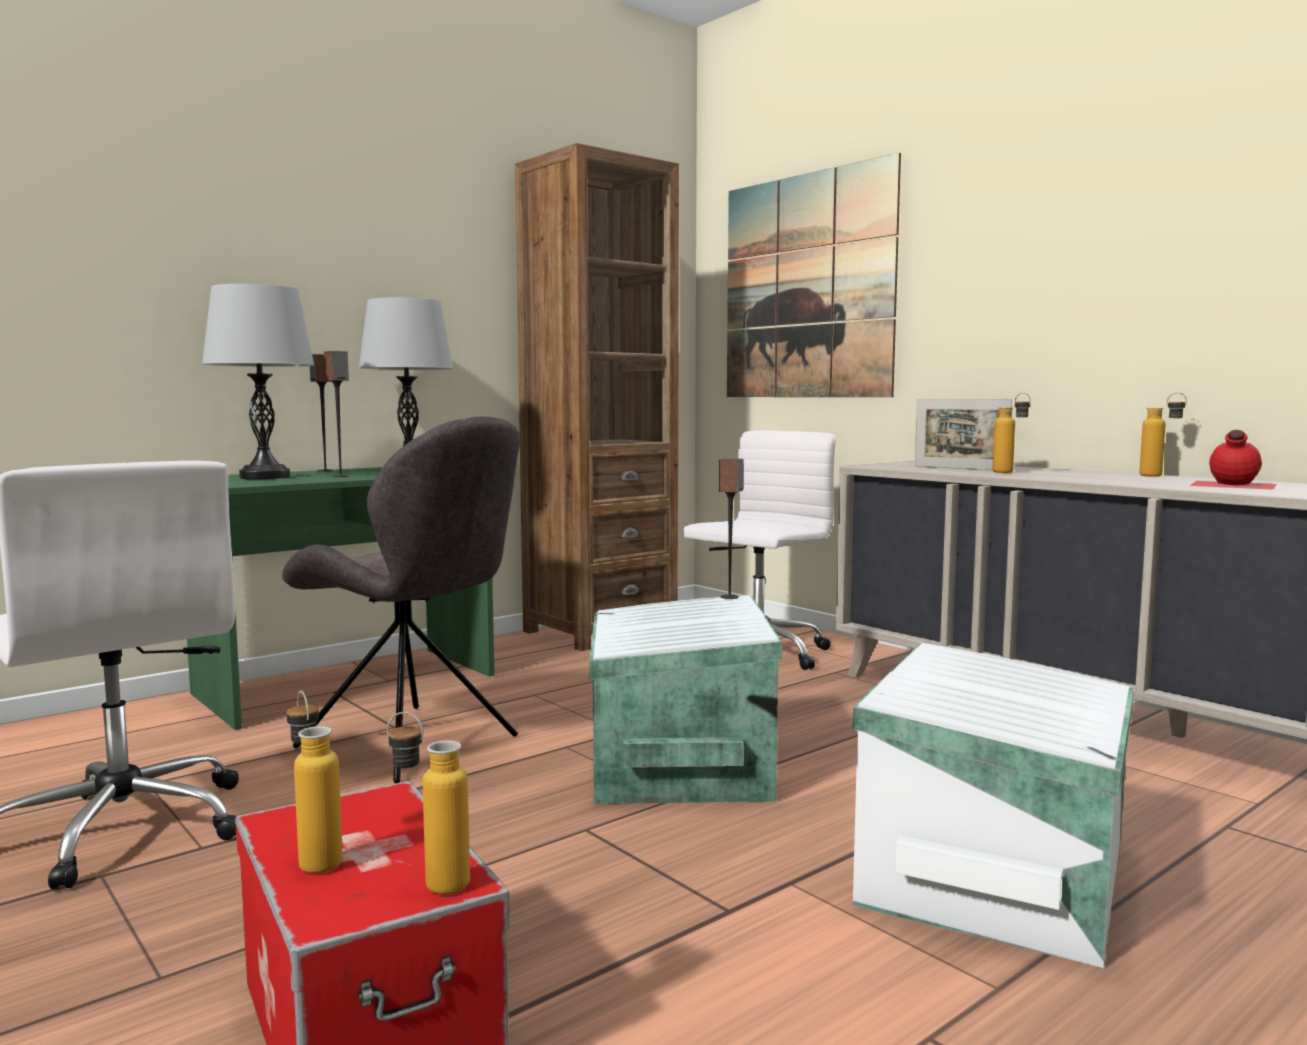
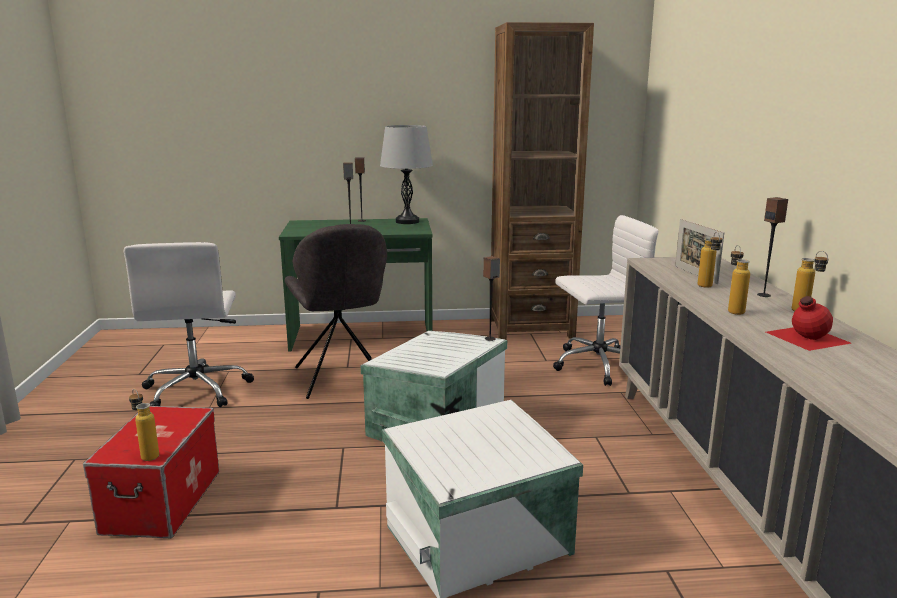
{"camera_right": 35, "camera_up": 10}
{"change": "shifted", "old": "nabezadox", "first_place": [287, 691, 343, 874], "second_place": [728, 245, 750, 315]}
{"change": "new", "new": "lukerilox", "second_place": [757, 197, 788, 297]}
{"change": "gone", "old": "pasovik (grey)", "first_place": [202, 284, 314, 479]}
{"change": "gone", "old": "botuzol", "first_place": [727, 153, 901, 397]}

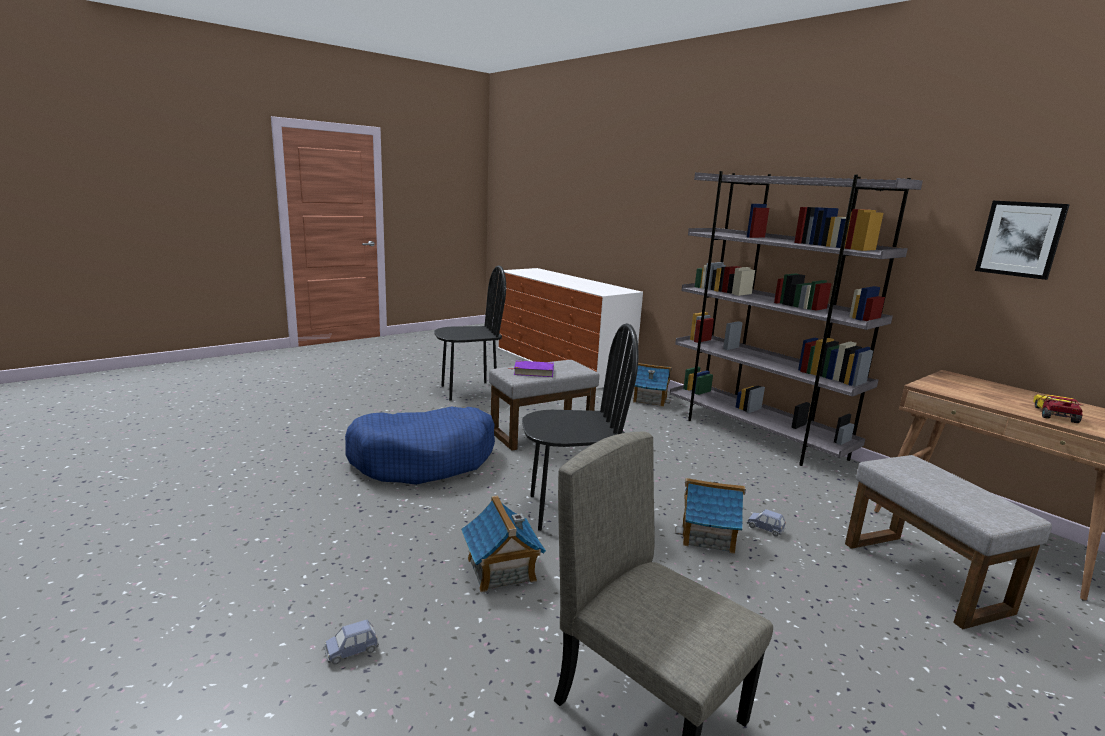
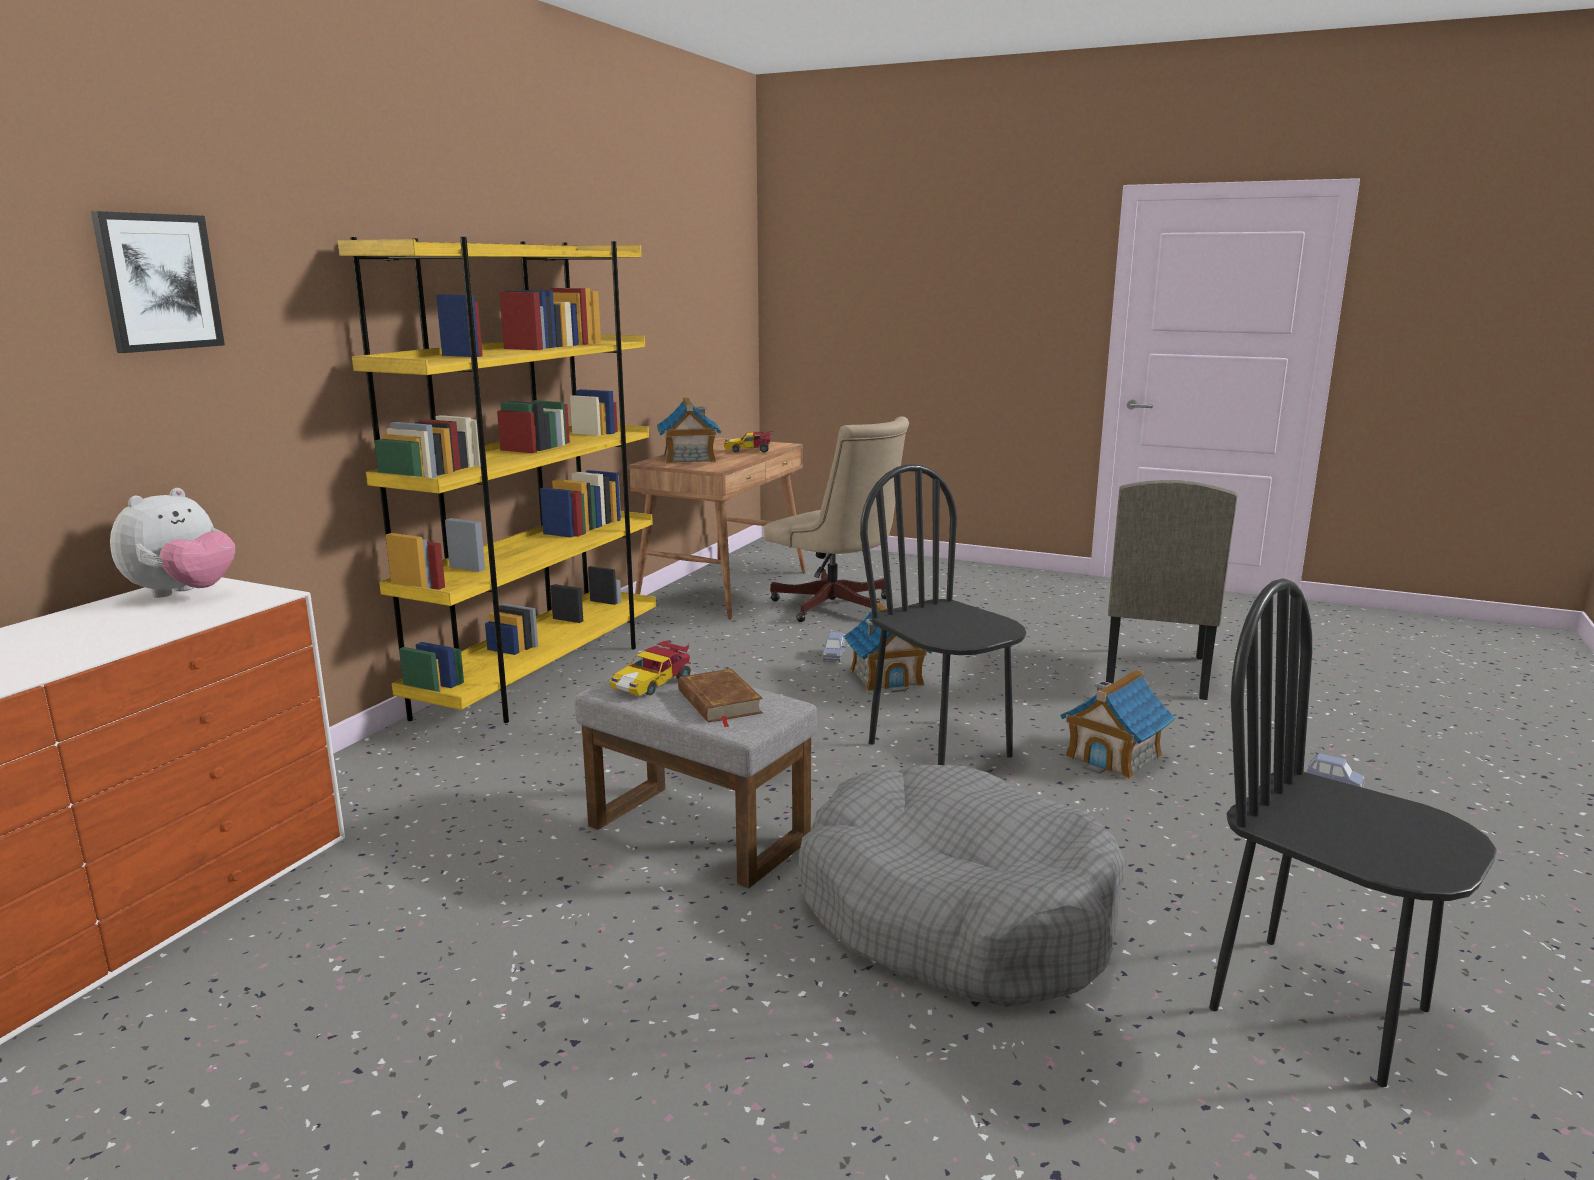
{"camera_right": -115, "camera_up": 0}
{"change": "shifted", "old": "botuzol", "first_place": [975, 201, 1070, 280], "second_place": [91, 211, 225, 353]}
{"change": "new", "new": "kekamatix", "second_place": [110, 488, 235, 598]}
{"change": "repainted", "old": "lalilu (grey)", "new": "lalilu (yellow)", "first_place": [670, 171, 923, 466], "second_place": [338, 237, 656, 723]}
{"change": "new", "new": "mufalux", "second_place": [609, 640, 691, 696]}
{"change": "shifted", "old": "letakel", "first_place": [633, 363, 672, 407], "second_place": [657, 397, 721, 464]}
{"change": "repainted", "old": "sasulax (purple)", "new": "sasulax (brown)", "first_place": [509, 361, 554, 377], "second_place": [678, 669, 763, 727]}
{"change": "swapped", "old": "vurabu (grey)", "new": "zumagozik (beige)", "first_place": [845, 455, 1052, 629], "second_place": [764, 416, 909, 622]}
{"change": "repainted", "old": "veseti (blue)", "new": "veseti (grey)", "first_place": [345, 407, 495, 485], "second_place": [798, 765, 1126, 1007]}
{"change": "shifted", "old": "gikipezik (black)", "first_place": [434, 266, 506, 400], "second_place": [1209, 578, 1497, 1087]}

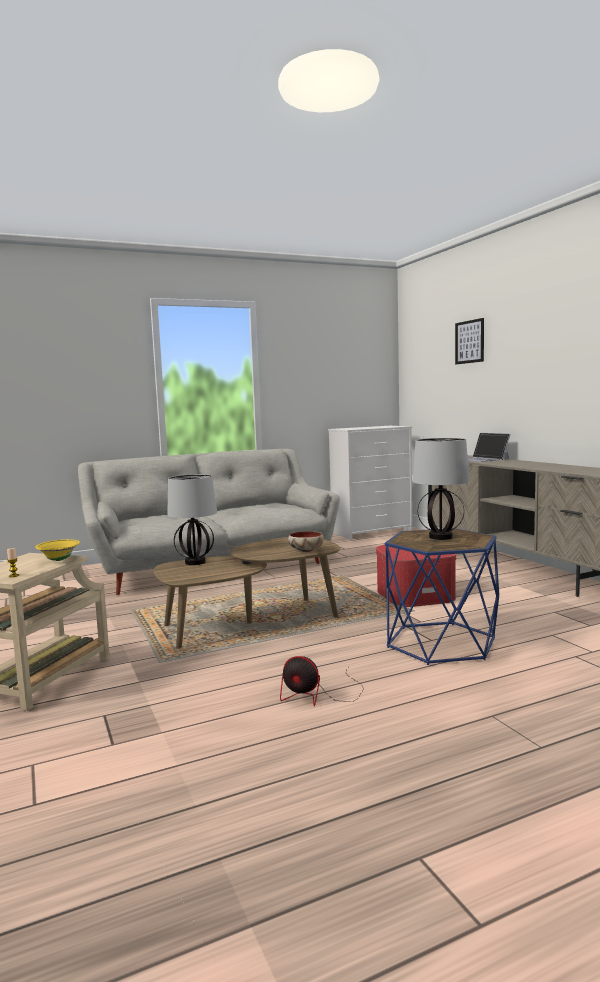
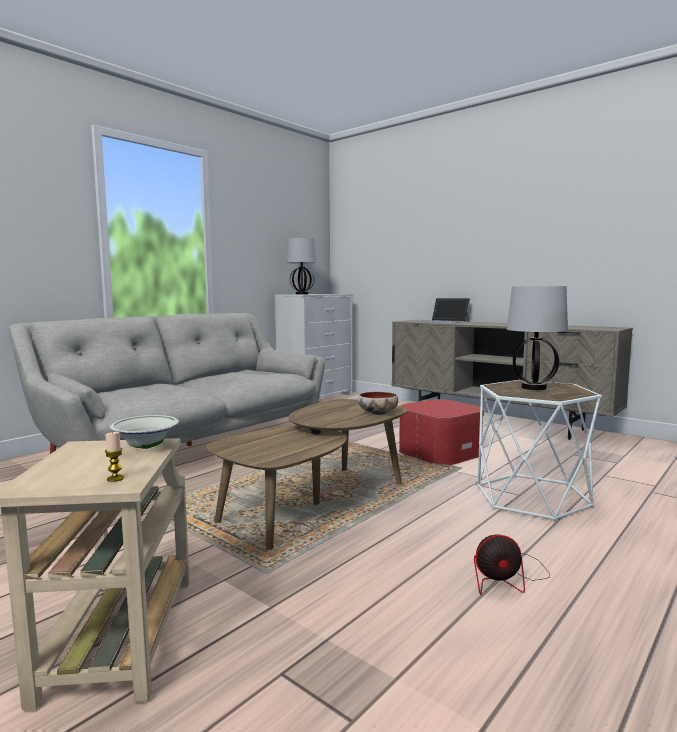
{"camera_right": -25, "camera_up": 0}
{"change": "repainted", "old": "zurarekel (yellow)", "new": "zurarekel (white)", "first_place": [35, 539, 80, 561], "second_place": [110, 415, 179, 449]}
{"change": "shifted", "old": "pasovik", "first_place": [167, 474, 217, 565], "second_place": [286, 238, 317, 295]}
{"change": "repainted", "old": "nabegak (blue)", "new": "nabegak (white)", "first_place": [385, 528, 499, 665], "second_place": [477, 380, 602, 521]}
{"change": "gone", "old": "botuzol", "first_place": [455, 318, 484, 364]}

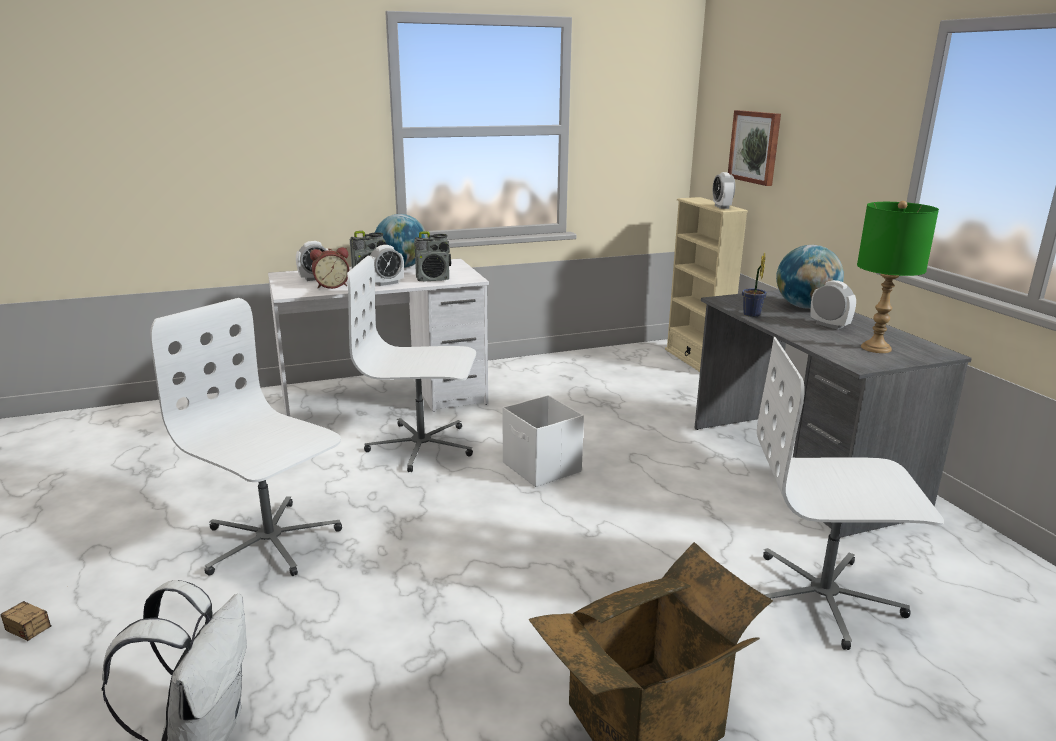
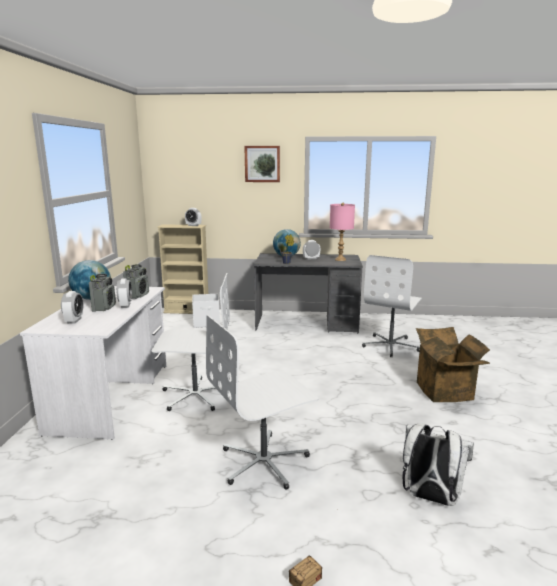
{"camera_right": -65, "camera_up": -5}
{"change": "rotated", "old": "zumagozik (white)", "first_place": [347, 256, 476, 472], "second_place": [152, 273, 230, 411], "degrees": -120}
{"change": "shifted", "old": "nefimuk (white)", "first_place": [503, 395, 584, 487], "second_place": [192, 294, 220, 328]}
{"change": "shifted", "old": "botuzol", "first_place": [728, 110, 781, 186], "second_place": [244, 146, 280, 182]}
{"change": "repainted", "old": "pasovik (green)", "new": "pasovik (pink)", "first_place": [857, 201, 939, 353], "second_place": [330, 203, 355, 261]}
{"change": "gone", "old": "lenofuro", "first_place": [310, 247, 350, 289]}

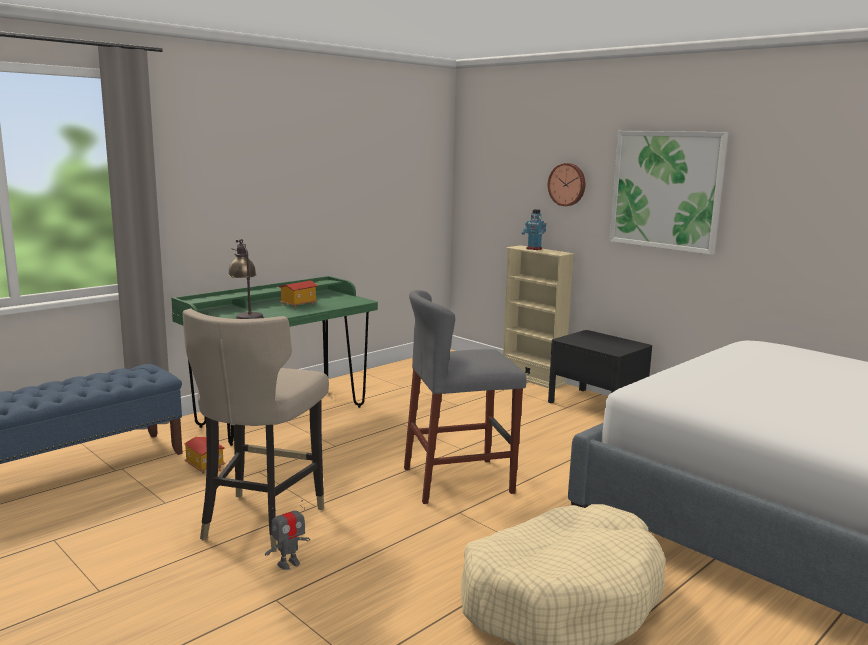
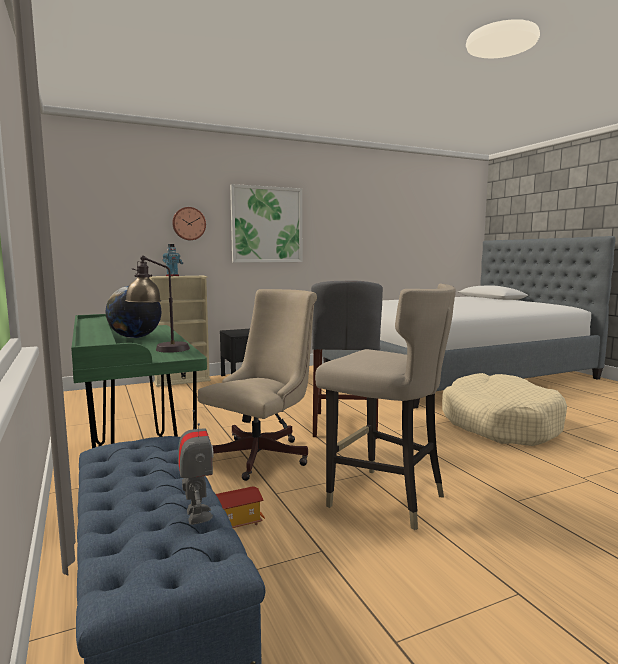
{"camera_right": -70, "camera_up": -5}
{"change": "swapped", "old": "letakel", "new": "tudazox", "first_place": [279, 281, 318, 308], "second_place": [106, 286, 161, 338]}
{"change": "shifted", "old": "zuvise", "first_place": [265, 500, 310, 570], "second_place": [178, 410, 214, 525]}
{"change": "new", "new": "zumagozik (beige)", "second_place": [198, 289, 317, 481]}

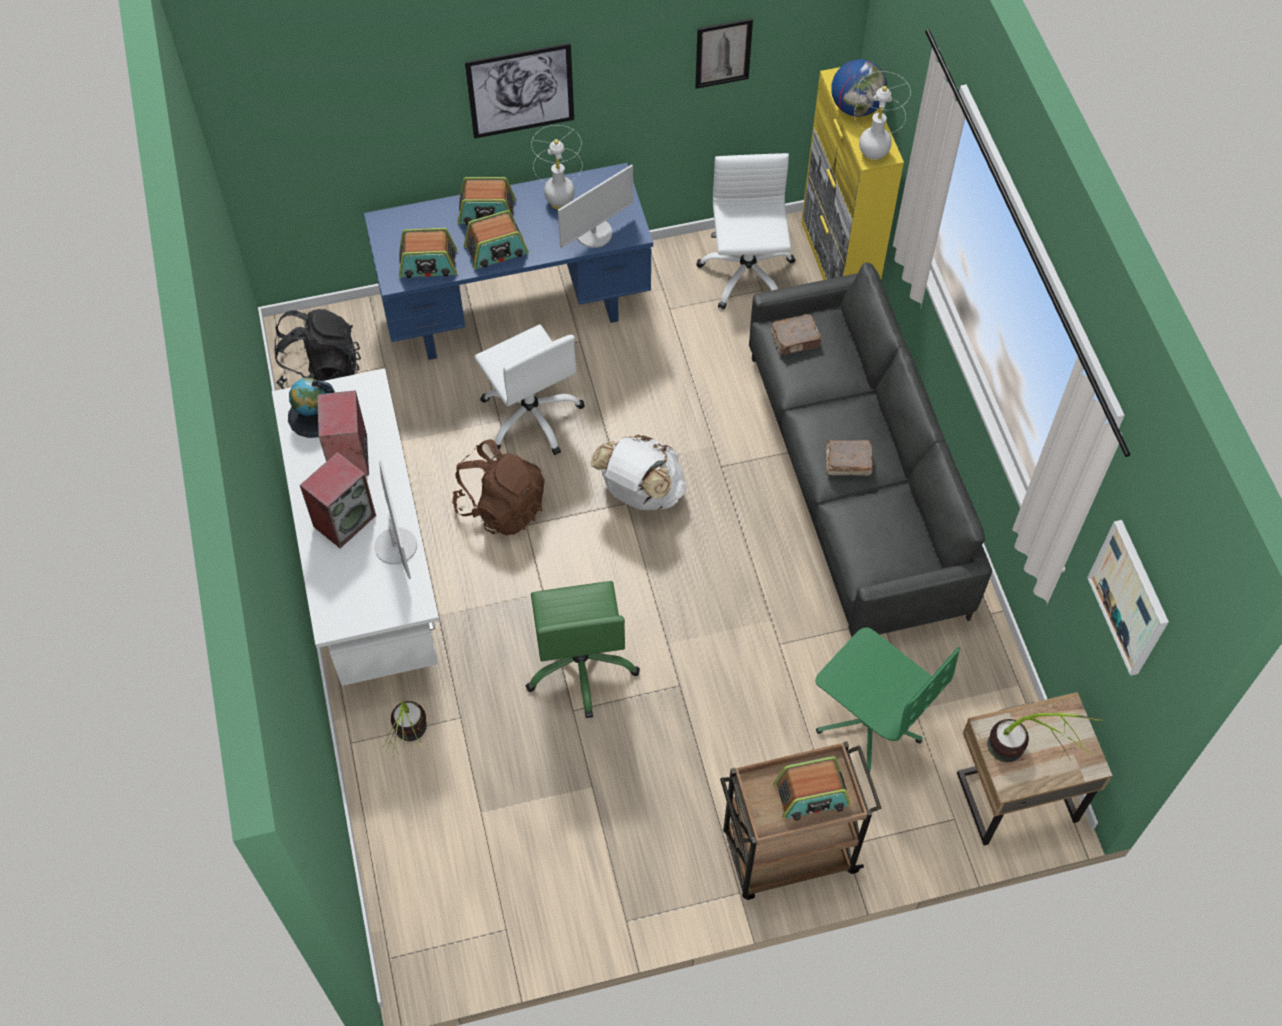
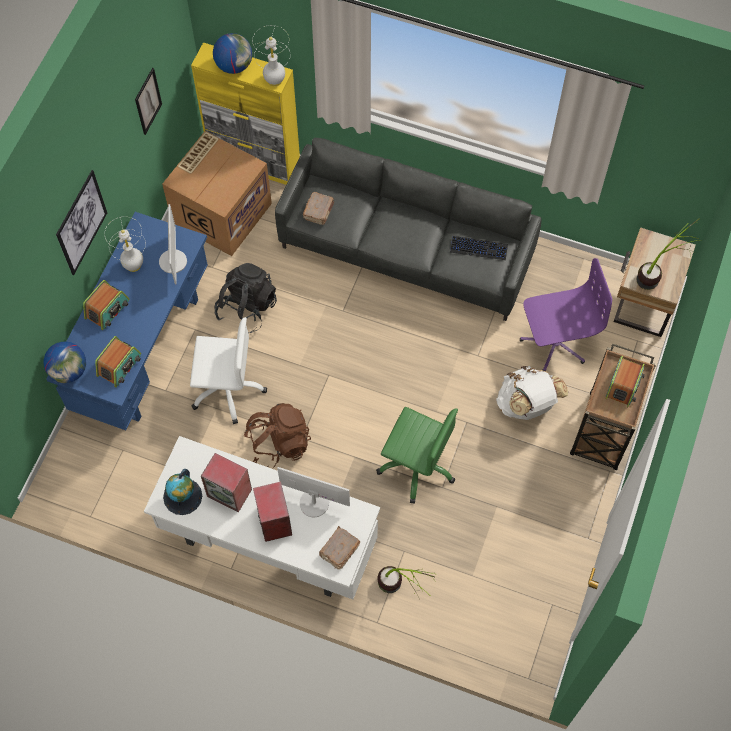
{"camera_right": -55, "camera_up": 5}
{"change": "new", "new": "tudazox", "second_place": [44, 341, 86, 383]}
{"change": "swapped", "old": "zumagozik (white)", "new": "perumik", "first_place": [696, 153, 795, 310], "second_place": [162, 131, 272, 256]}
{"change": "shifted", "old": "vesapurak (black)", "first_place": [274, 309, 361, 389], "second_place": [214, 263, 277, 333]}
{"change": "shifted", "old": "sasulax (brown)", "first_place": [825, 440, 873, 476], "second_place": [319, 526, 360, 570]}
{"change": "new", "new": "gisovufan", "second_place": [450, 236, 508, 260]}
{"change": "shifted", "old": "vesapurak (white)", "first_place": [591, 435, 687, 510], "second_place": [496, 366, 568, 420]}
{"change": "repainted", "old": "zumagozik (green)", "new": "zumagozik (purple)", "first_place": [815, 628, 960, 772], "second_place": [520, 258, 612, 371]}
{"change": "gone", "old": "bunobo", "first_place": [464, 210, 528, 269]}
{"change": "gone", "old": "botuzol", "first_place": [1087, 520, 1169, 676]}

